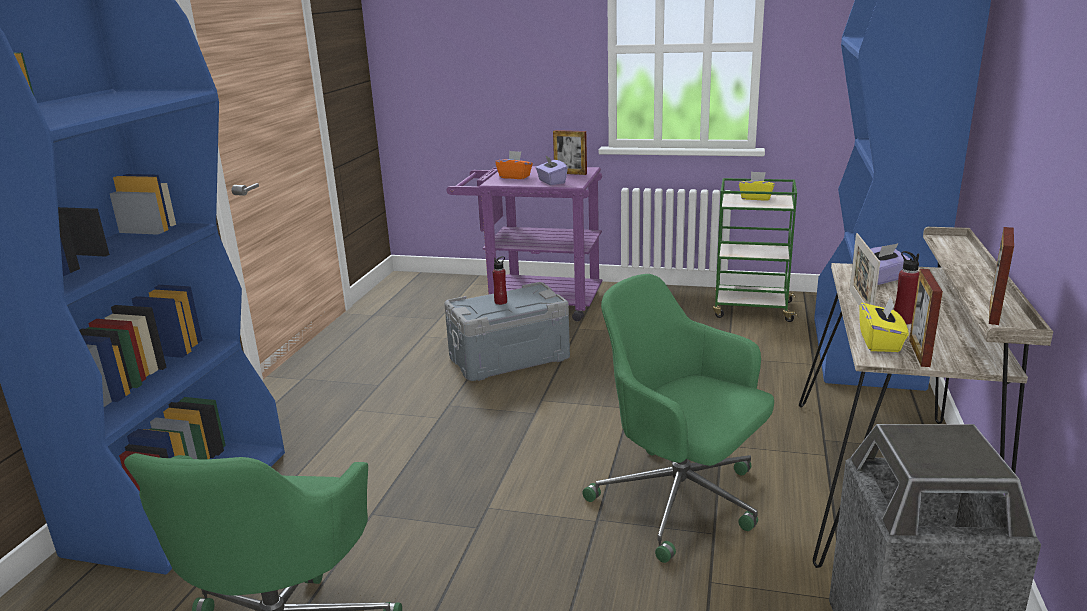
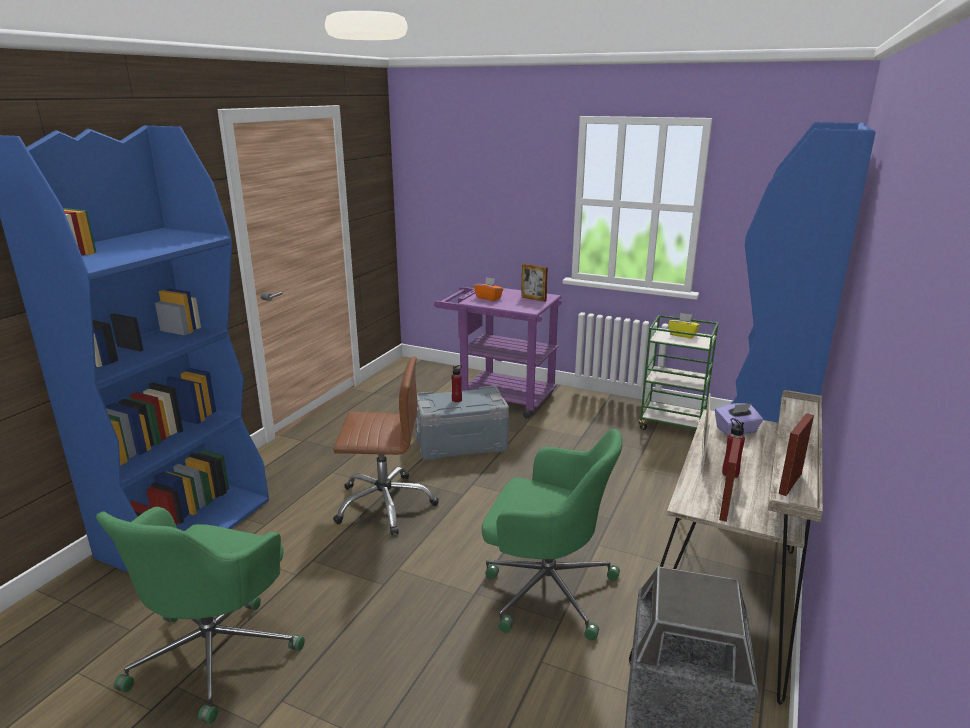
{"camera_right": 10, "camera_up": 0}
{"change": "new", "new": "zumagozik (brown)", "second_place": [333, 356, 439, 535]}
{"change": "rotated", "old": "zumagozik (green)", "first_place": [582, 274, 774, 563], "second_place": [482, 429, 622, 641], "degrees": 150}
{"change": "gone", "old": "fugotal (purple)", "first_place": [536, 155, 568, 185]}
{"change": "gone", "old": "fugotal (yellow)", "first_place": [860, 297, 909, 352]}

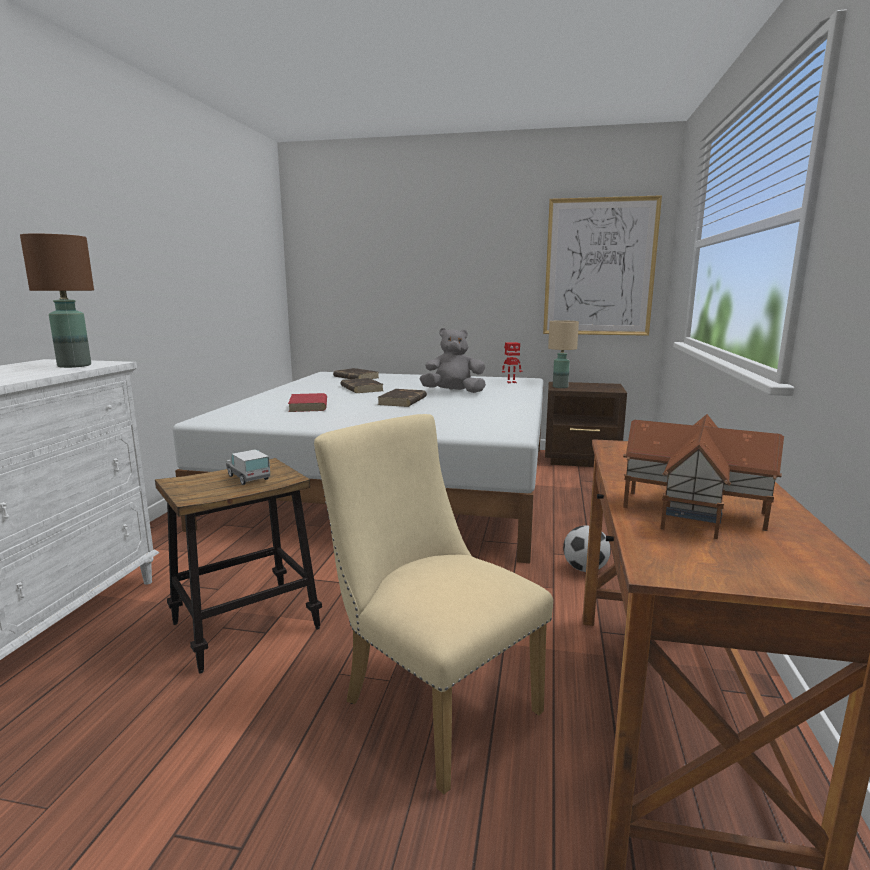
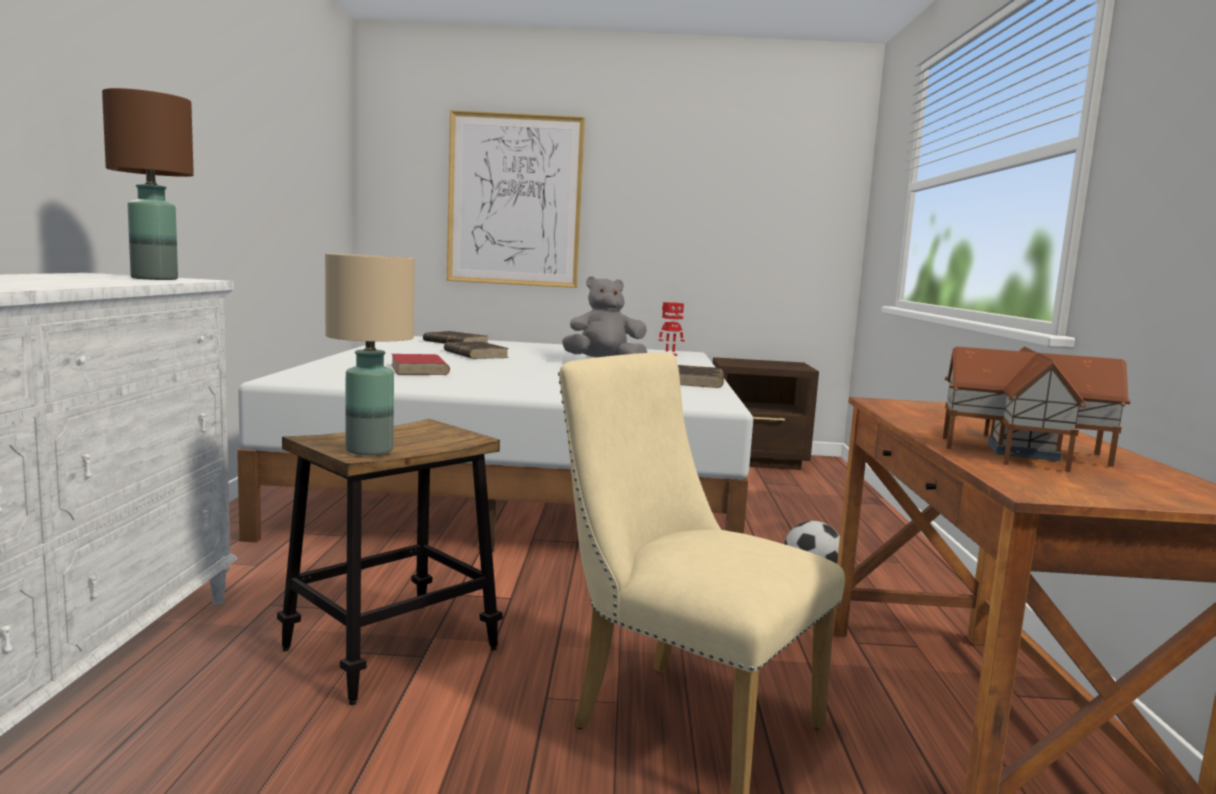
{"camera_right": -10, "camera_up": -5}
{"change": "shifted", "old": "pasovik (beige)", "first_place": [548, 320, 579, 388], "second_place": [325, 254, 415, 455]}
{"change": "shifted", "old": "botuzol", "first_place": [543, 195, 662, 336], "second_place": [447, 110, 585, 288]}
{"change": "shifted", "old": "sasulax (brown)", "first_place": [378, 389, 427, 407], "second_place": [678, 365, 724, 388]}
{"change": "gone", "old": "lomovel", "first_place": [226, 449, 270, 485]}

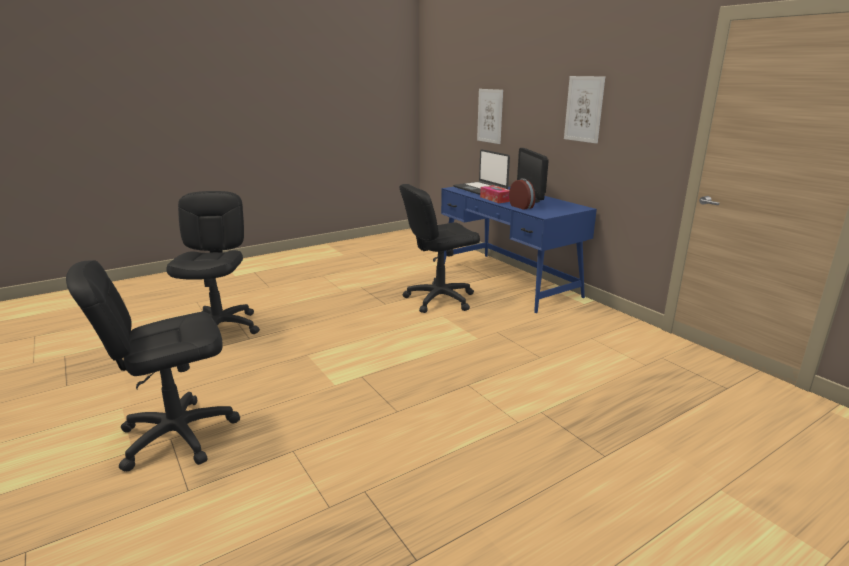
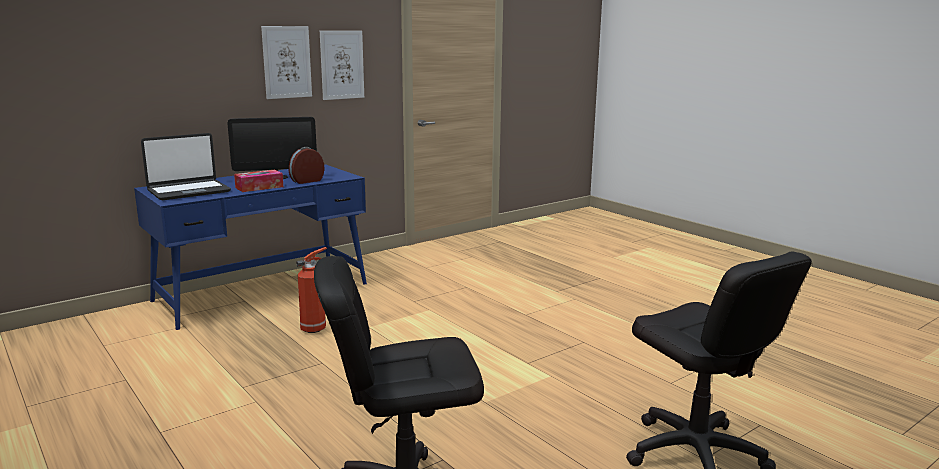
{"camera_right": -95, "camera_up": -5}
{"change": "swapped", "old": "zumagozik (black)", "new": "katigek", "first_place": [400, 184, 480, 313], "second_place": [296, 247, 327, 333]}
{"change": "shifted", "old": "botuzol", "first_place": [477, 89, 503, 144], "second_place": [320, 31, 364, 100]}

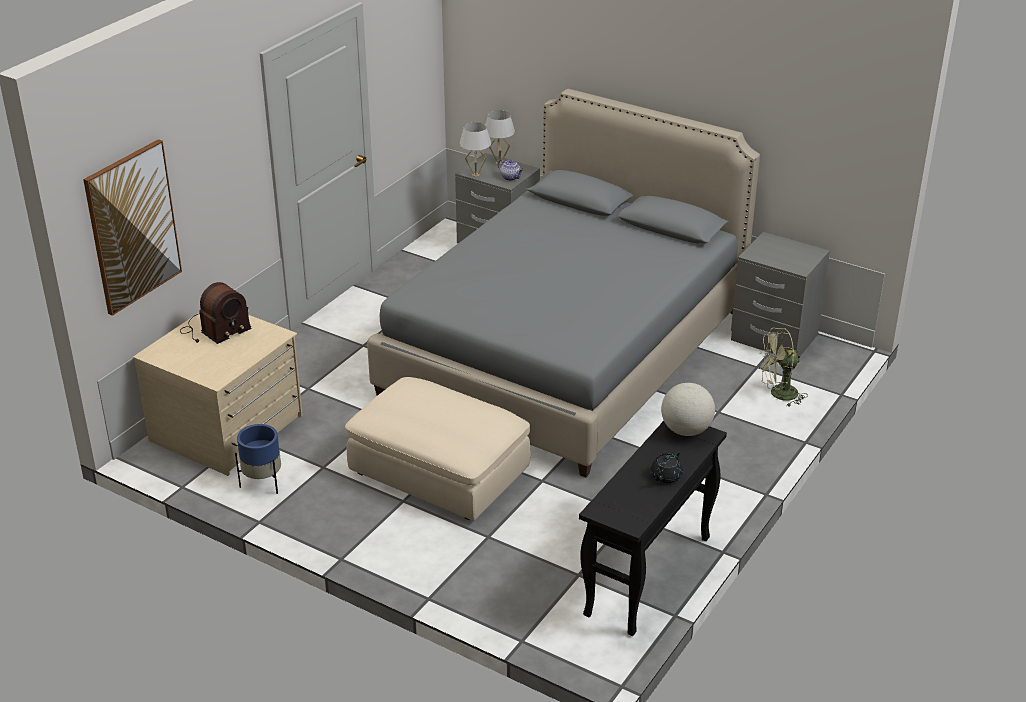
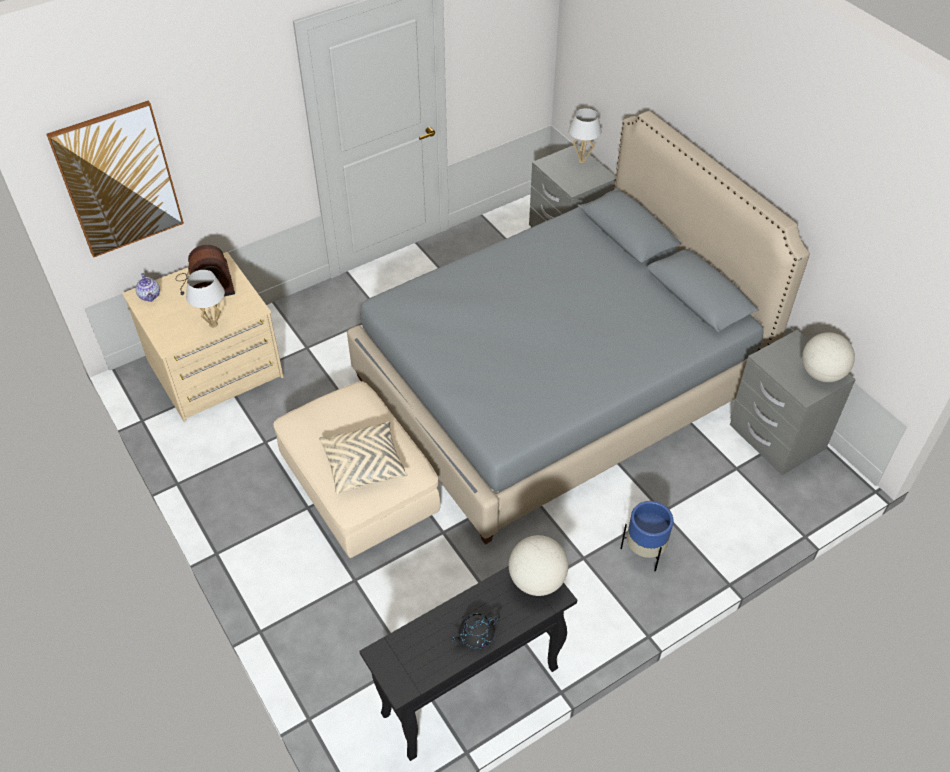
{"camera_right": 25, "camera_up": 15}
{"change": "shifted", "old": "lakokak", "first_place": [498, 159, 524, 181], "second_place": [135, 273, 160, 302]}
{"change": "shifted", "old": "pasovik (white)", "first_place": [459, 122, 491, 177], "second_place": [186, 270, 225, 328]}
{"change": "new", "new": "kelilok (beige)", "second_place": [319, 421, 408, 495]}
{"change": "shifted", "old": "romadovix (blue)", "first_place": [235, 424, 281, 494], "second_place": [621, 501, 673, 571]}
{"change": "new", "new": "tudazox", "second_place": [802, 332, 855, 382]}
{"change": "gone", "old": "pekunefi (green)", "first_place": [758, 328, 808, 406]}

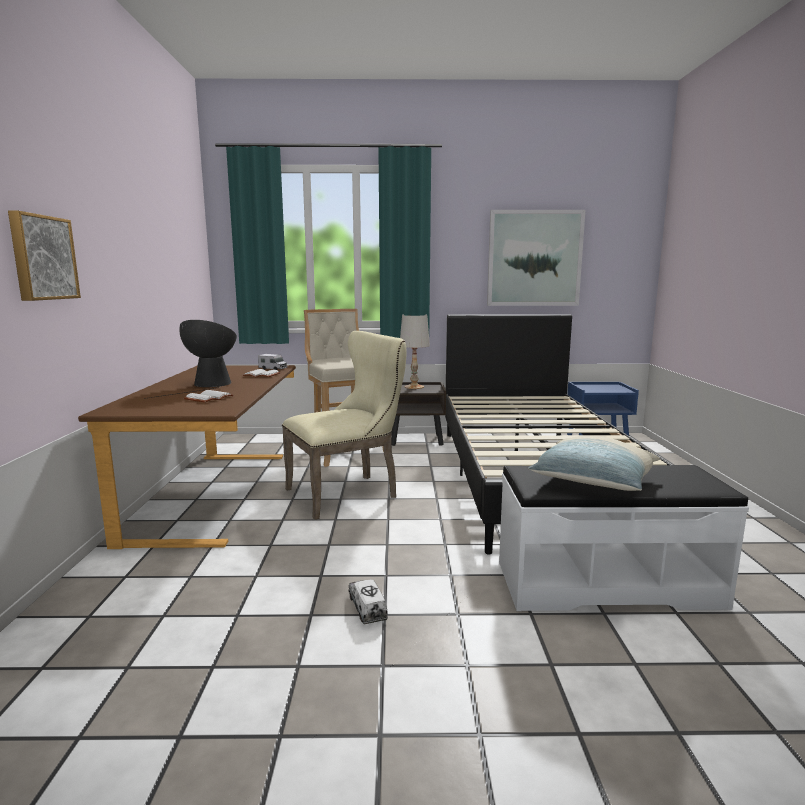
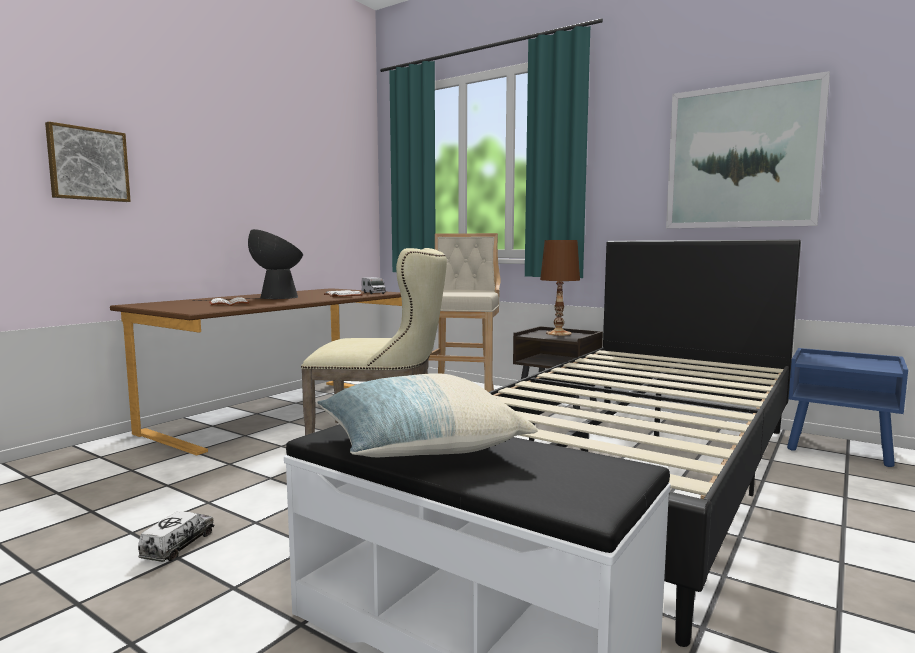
{"camera_right": 35, "camera_up": -5}
{"change": "repainted", "old": "pasovik (white)", "new": "pasovik (brown)", "first_place": [400, 314, 430, 389], "second_place": [540, 240, 580, 336]}

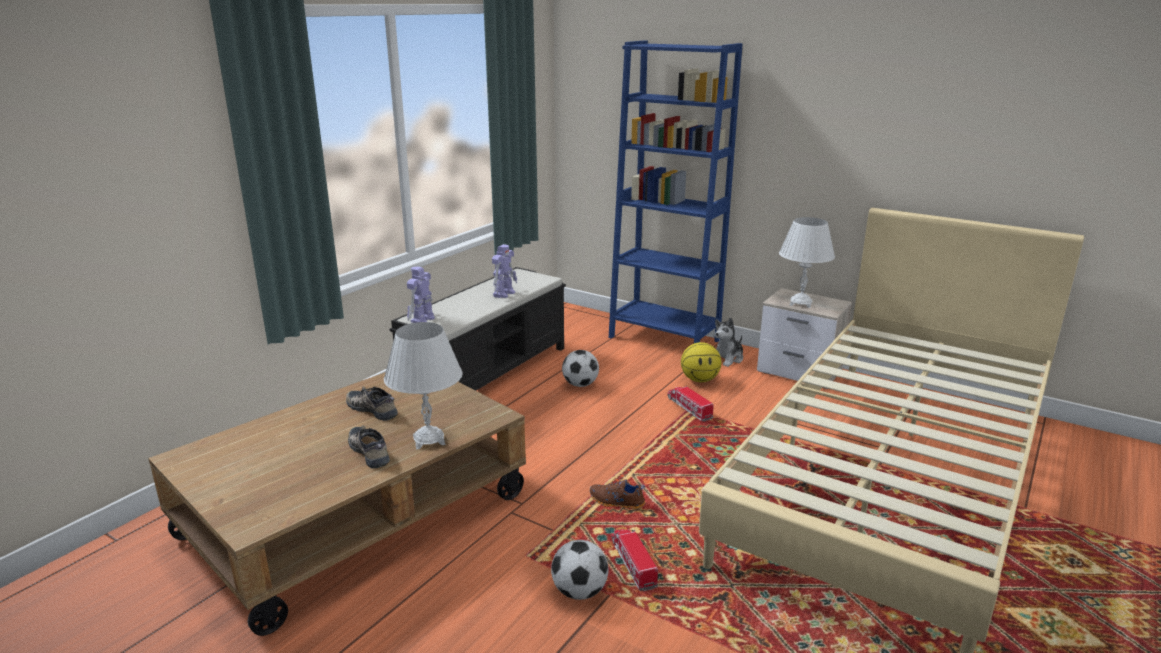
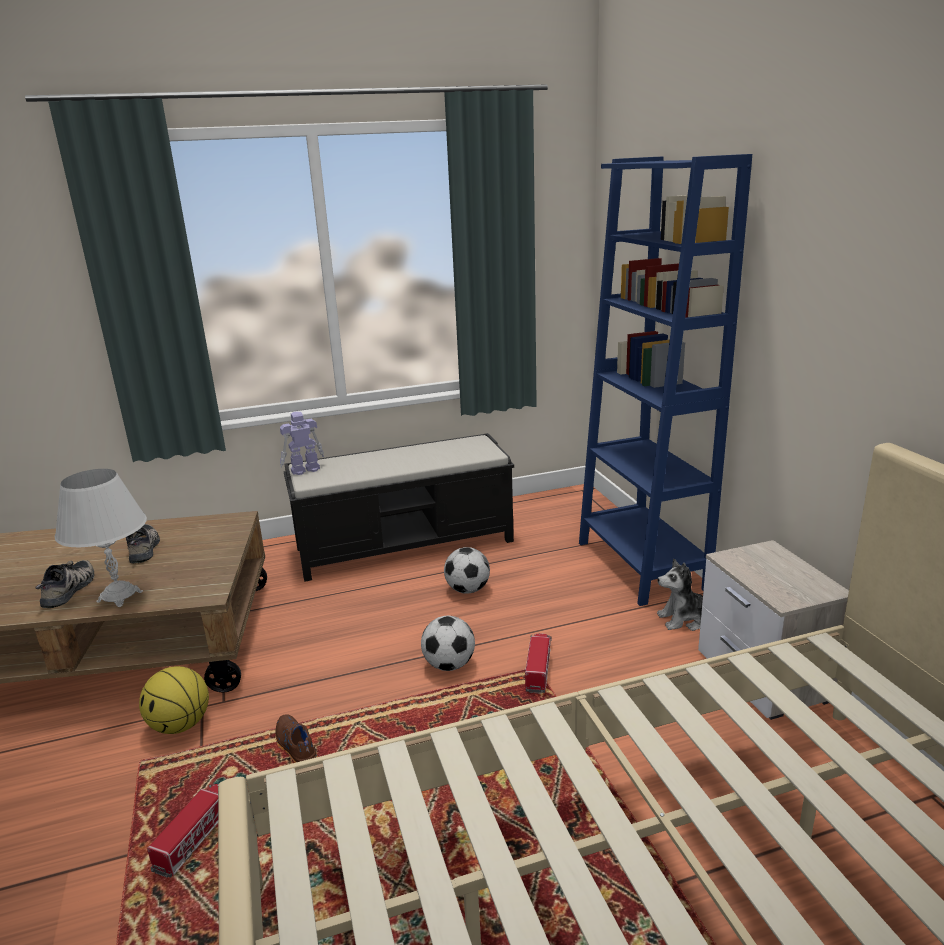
{"camera_right": 40, "camera_up": 0}
{"change": "shifted", "old": "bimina", "first_place": [681, 342, 721, 382], "second_place": [139, 666, 209, 734]}
{"change": "shifted", "old": "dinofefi", "first_place": [551, 540, 609, 600], "second_place": [421, 616, 475, 671]}
{"change": "gone", "old": "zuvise", "first_place": [492, 244, 517, 298]}
{"change": "gone", "old": "pasovik (white)", "first_place": [779, 217, 835, 308]}

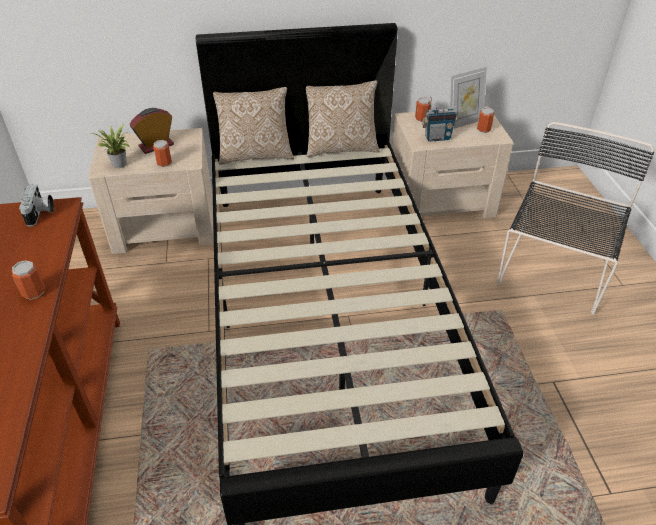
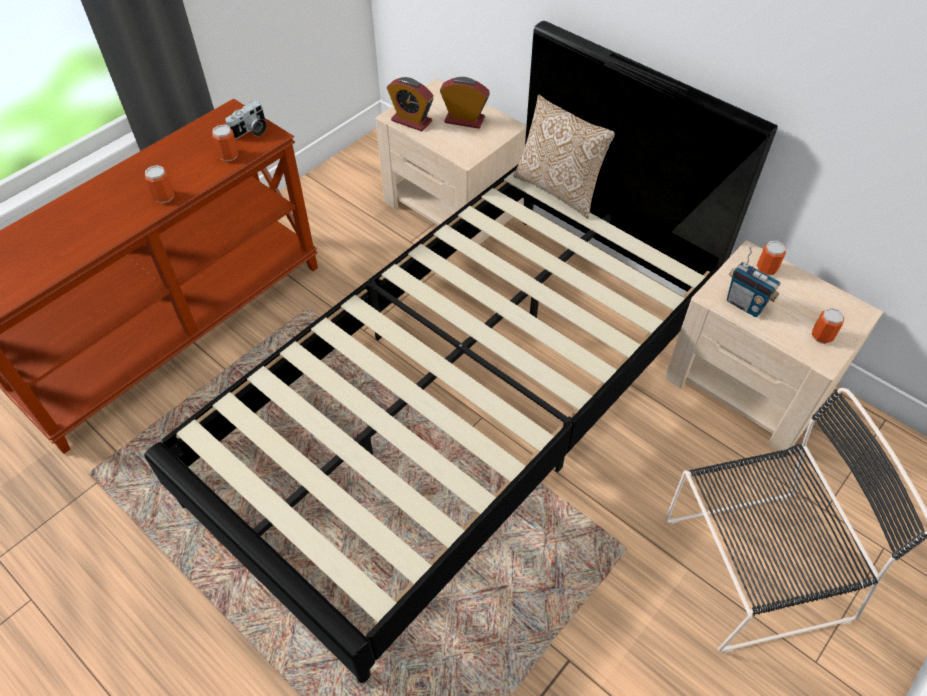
{"camera_right": 50, "camera_up": 10}
{"change": "shifted", "old": "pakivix", "first_place": [153, 140, 172, 167], "second_place": [212, 125, 238, 161]}
{"change": "swapped", "old": "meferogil", "new": "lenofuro", "first_place": [89, 124, 130, 168], "second_place": [387, 77, 434, 132]}
{"change": "gone", "old": "kelilok", "first_place": [306, 80, 380, 157]}
{"change": "gone", "old": "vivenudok", "first_place": [450, 67, 487, 129]}

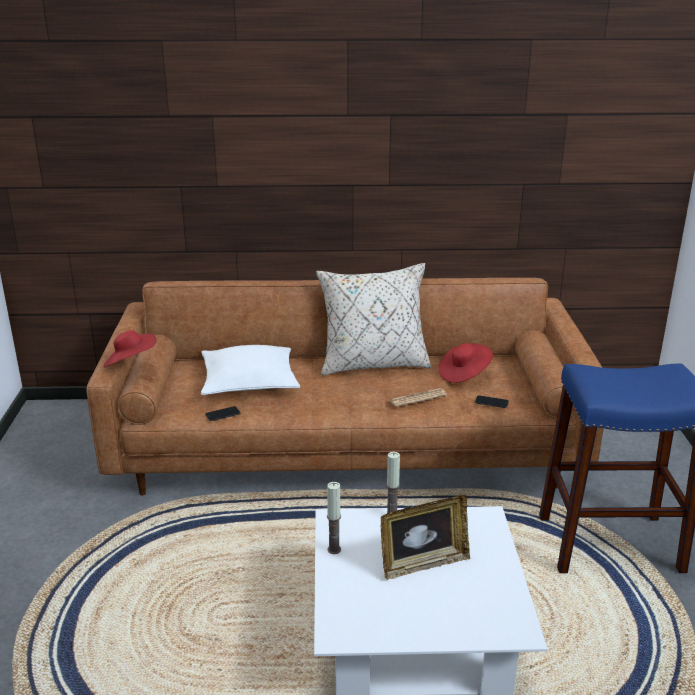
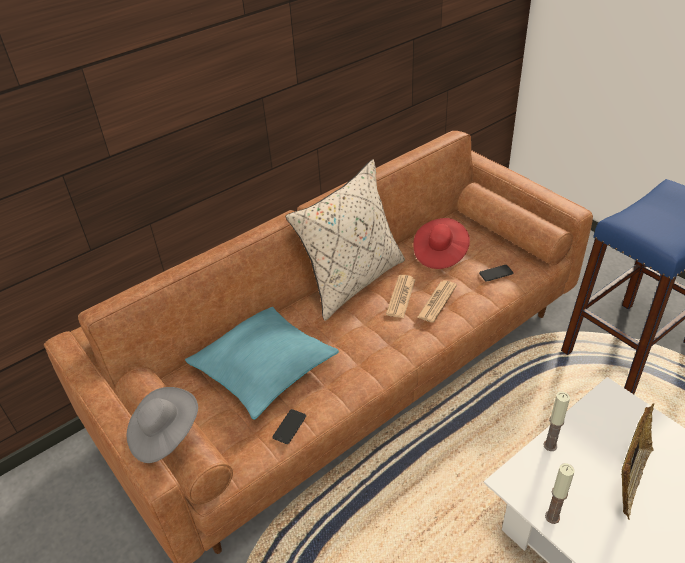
{"camera_right": -35, "camera_up": 15}
{"change": "repainted", "old": "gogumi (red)", "new": "gogumi (grey)", "first_place": [103, 330, 156, 368], "second_place": [126, 387, 198, 463]}
{"change": "repainted", "old": "kelilok (white)", "new": "kelilok (turquoise)", "first_place": [201, 345, 300, 395], "second_place": [185, 307, 339, 420]}
{"change": "new", "new": "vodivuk", "second_place": [386, 275, 416, 318]}

